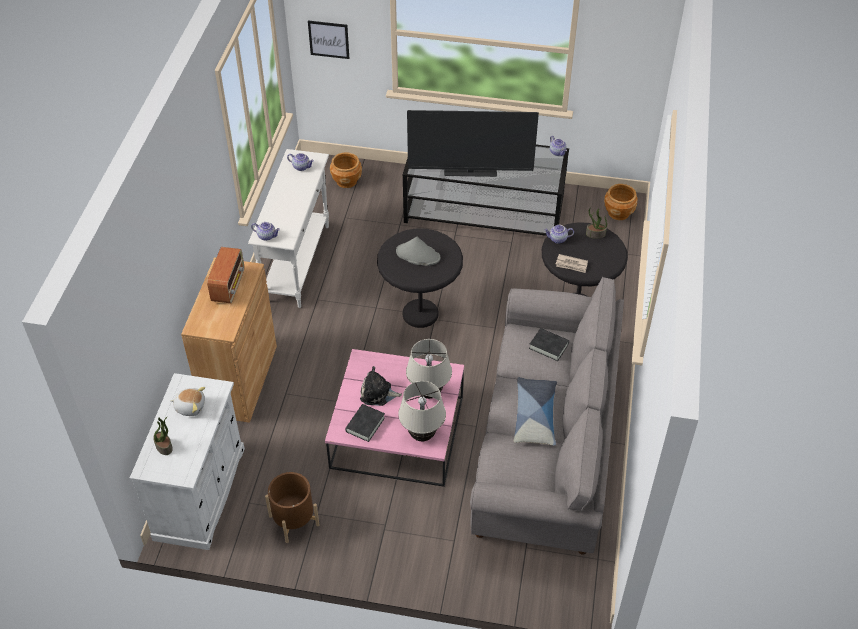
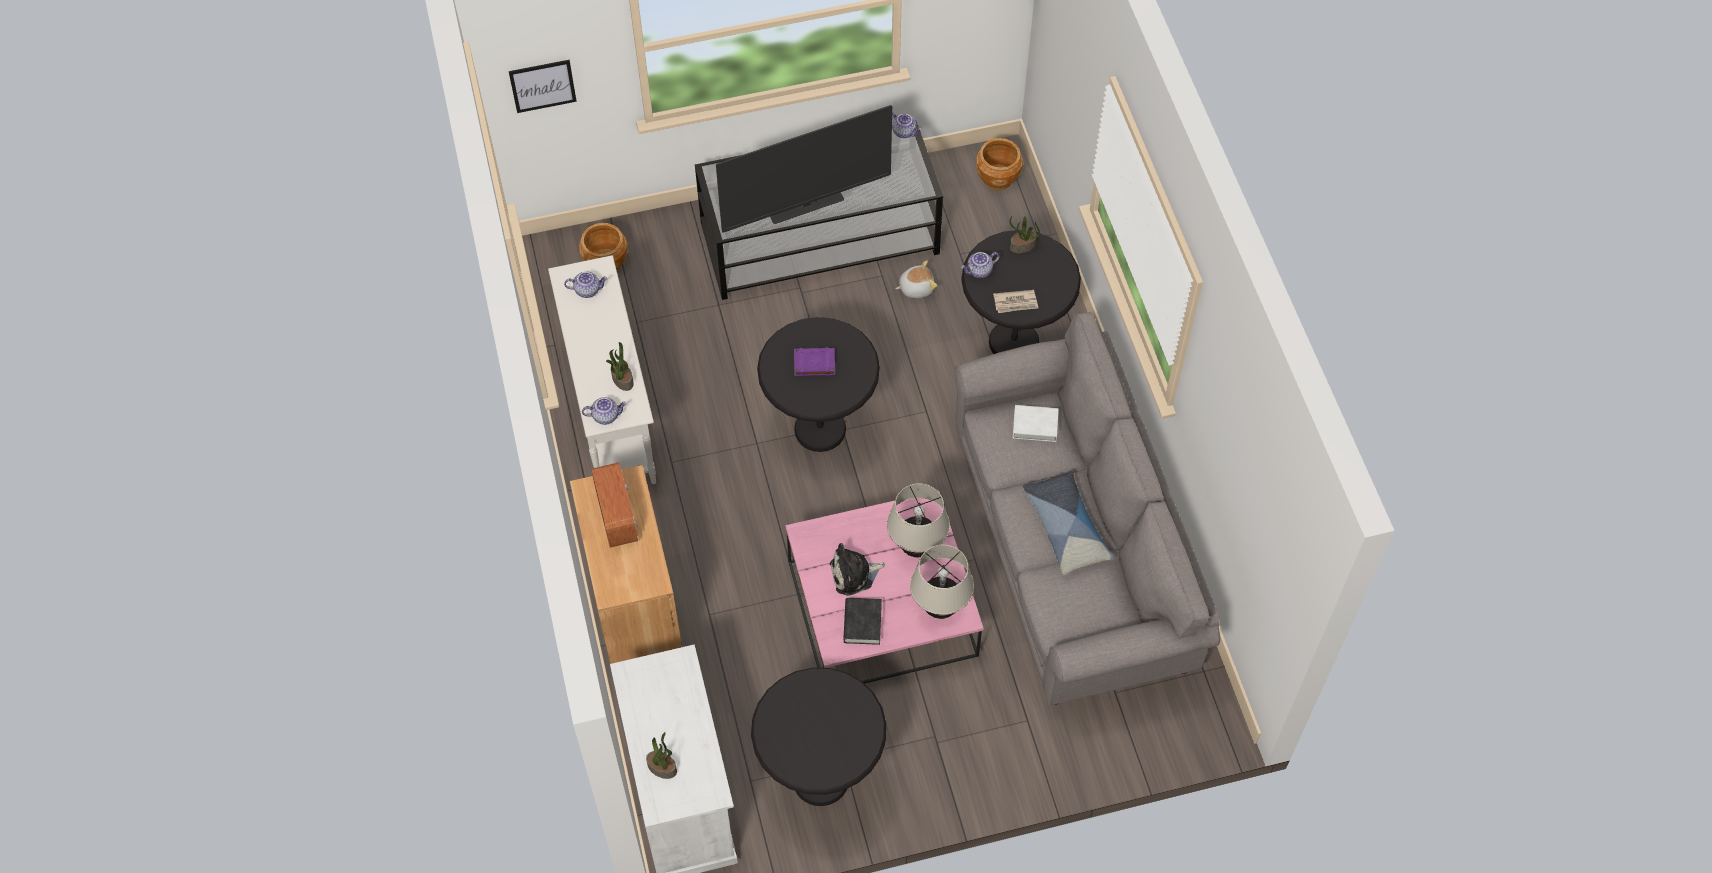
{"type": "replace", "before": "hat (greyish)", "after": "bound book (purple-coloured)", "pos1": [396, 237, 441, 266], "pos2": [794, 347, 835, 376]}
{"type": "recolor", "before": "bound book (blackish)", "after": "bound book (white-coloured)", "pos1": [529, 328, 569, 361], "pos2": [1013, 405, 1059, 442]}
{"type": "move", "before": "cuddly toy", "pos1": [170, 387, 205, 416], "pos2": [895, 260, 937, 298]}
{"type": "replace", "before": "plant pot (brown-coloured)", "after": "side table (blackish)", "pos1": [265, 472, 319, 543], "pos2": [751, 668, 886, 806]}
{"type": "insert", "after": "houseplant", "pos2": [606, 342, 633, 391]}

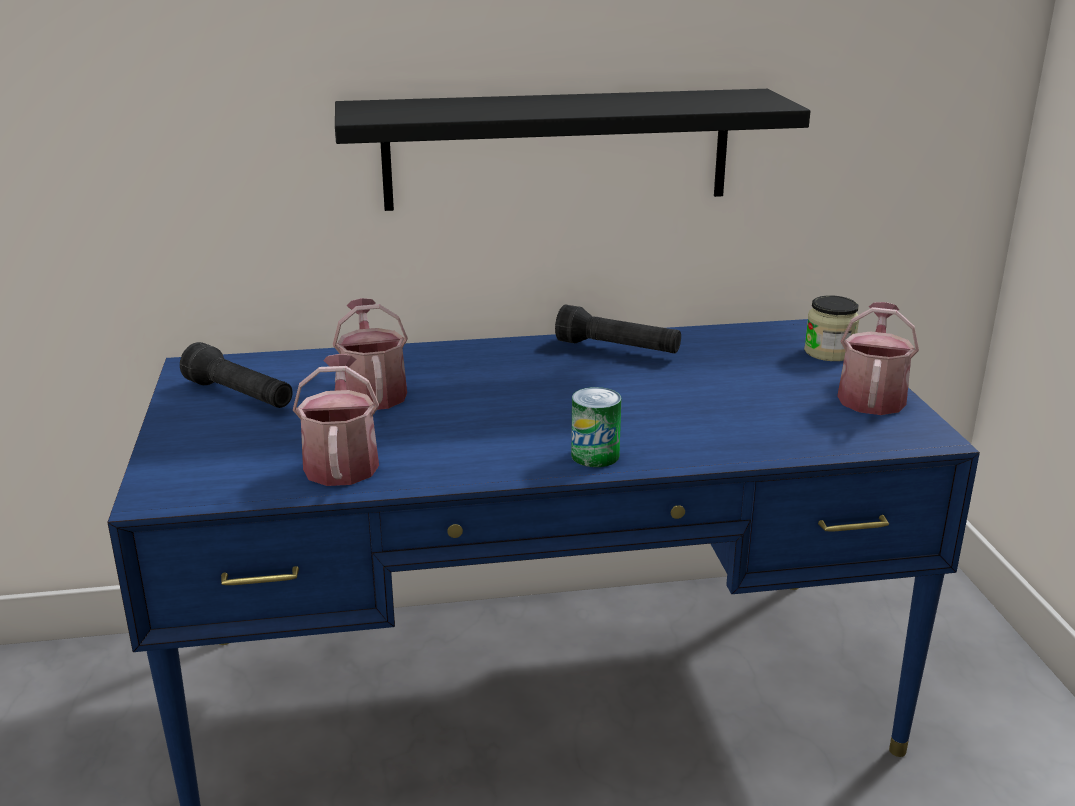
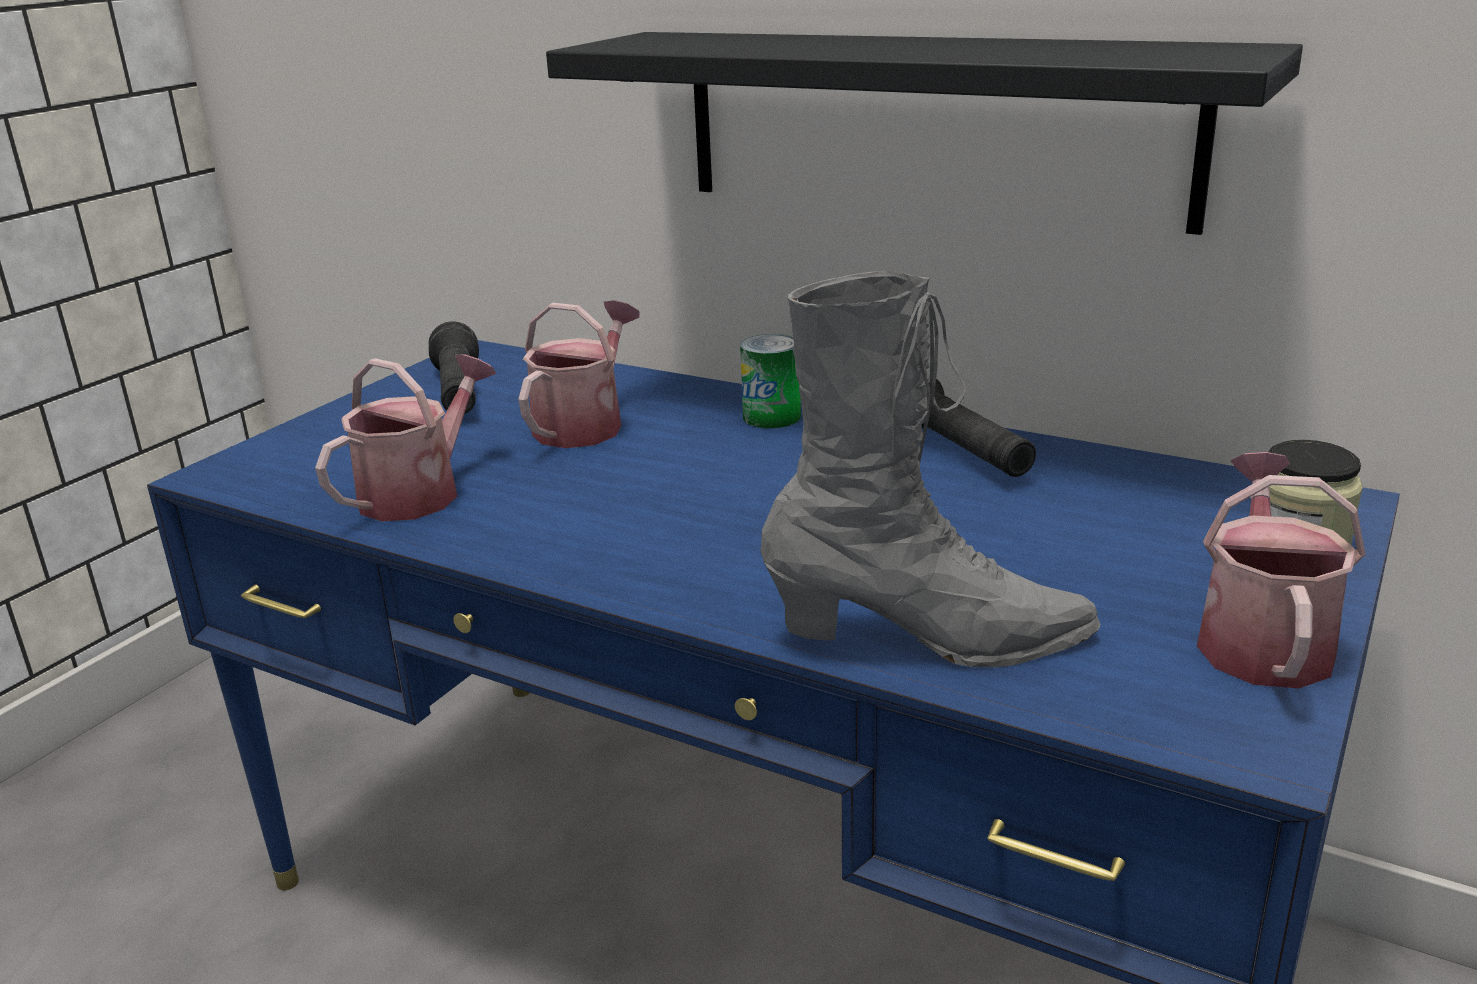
{"type": "rotate", "before": "watering can", "pos1": [837, 302, 919, 415], "pos2": [1197, 452, 1366, 688], "turn": -45}
{"type": "move", "before": "can", "pos1": [571, 387, 622, 467], "pos2": [740, 334, 801, 428]}
{"type": "insert", "after": "tall boot (greyish)", "pos2": [760, 271, 1101, 667]}

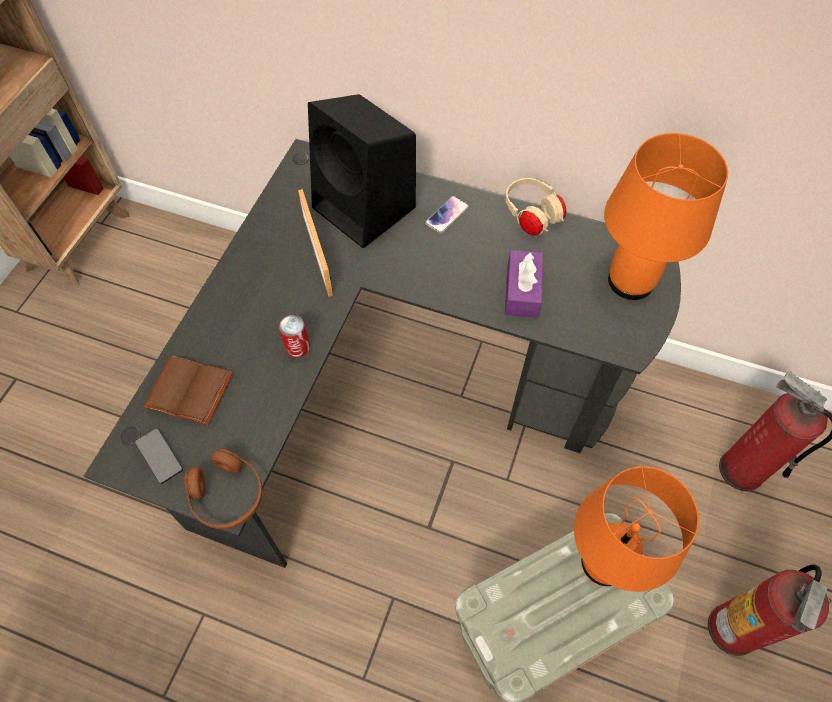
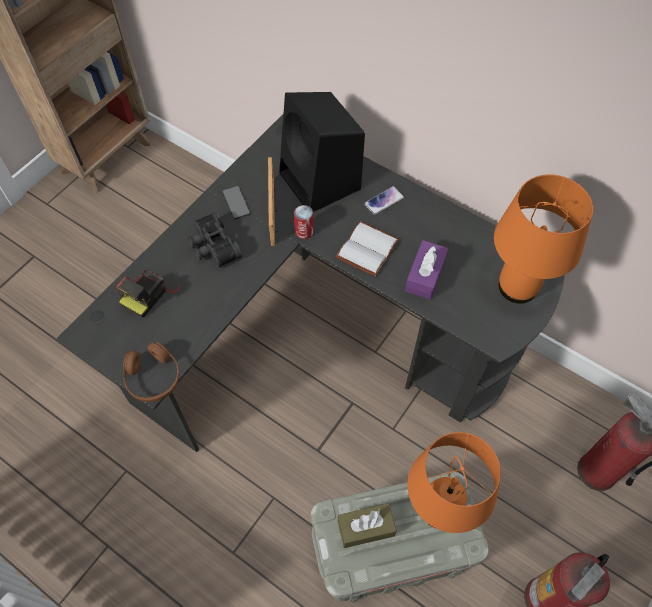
{"type": "delete", "before": "pair of headphones (beige)", "pos1": [505, 178, 566, 236]}
{"type": "move", "before": "can", "pos1": [279, 315, 310, 358], "pos2": [294, 205, 314, 239]}
{"type": "replace", "before": "bound book (brown-coloured)", "after": "still camera", "pos1": [144, 356, 233, 425], "pos2": [114, 270, 180, 318]}
{"type": "move", "before": "telephone", "pos1": [135, 428, 183, 484], "pos2": [222, 186, 250, 219]}
{"type": "insert", "after": "pair of binoculars (blackish)", "pos2": [187, 211, 242, 268]}
{"type": "insert", "after": "bound book (white-coloured)", "pos2": [336, 221, 400, 277]}
{"type": "insert", "after": "tissue box (brown-coloured)", "pos2": [338, 503, 397, 548]}

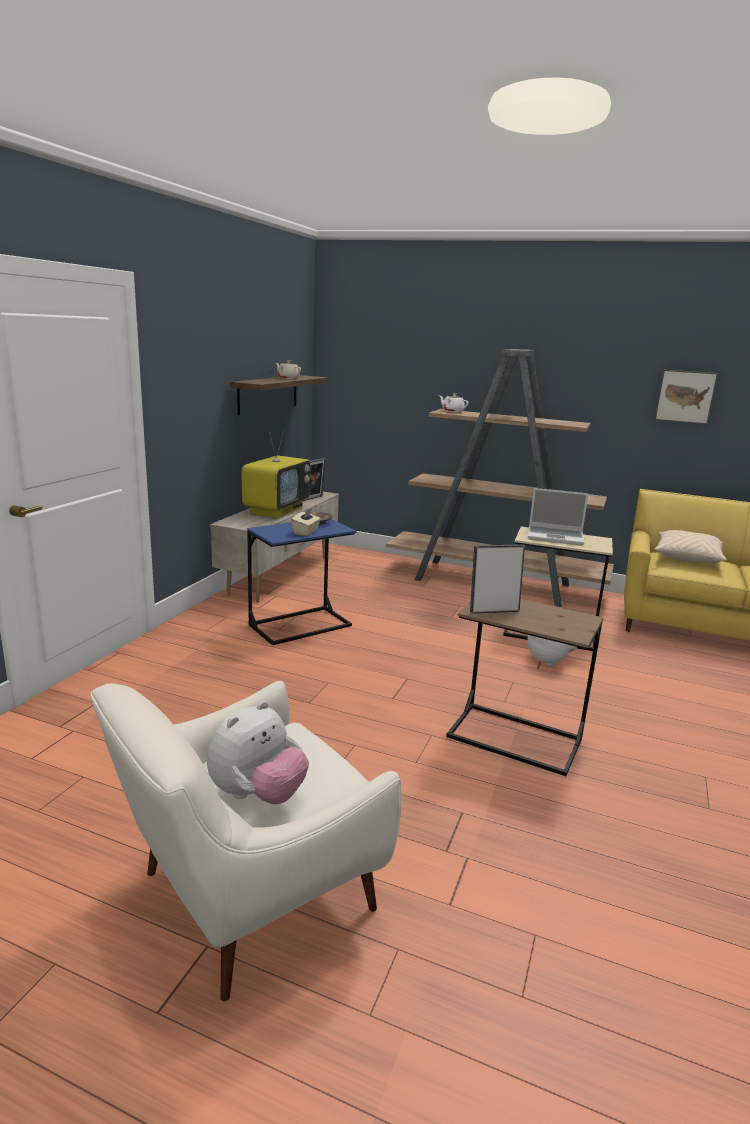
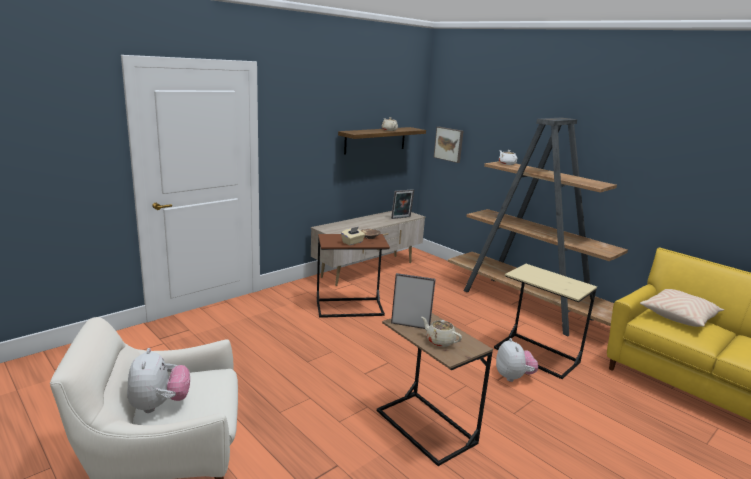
{"type": "move", "before": "wall picture", "pos1": [655, 370, 718, 424], "pos2": [434, 127, 463, 163]}
{"type": "delete", "before": "TV set", "pos1": [241, 430, 310, 518]}
{"type": "delete", "before": "portable computer", "pos1": [528, 488, 589, 546]}
{"type": "recolor", "before": "side table (blue-coloured)", "after": "side table (brown-coloured)", "pos1": [247, 519, 356, 645], "pos2": [317, 234, 390, 318]}
{"type": "rotate", "before": "cuddly toy", "pos1": [207, 701, 309, 804], "pos2": [127, 348, 190, 413], "turn": -75}
{"type": "insert", "after": "teapot (beige)", "pos2": [421, 317, 462, 347]}

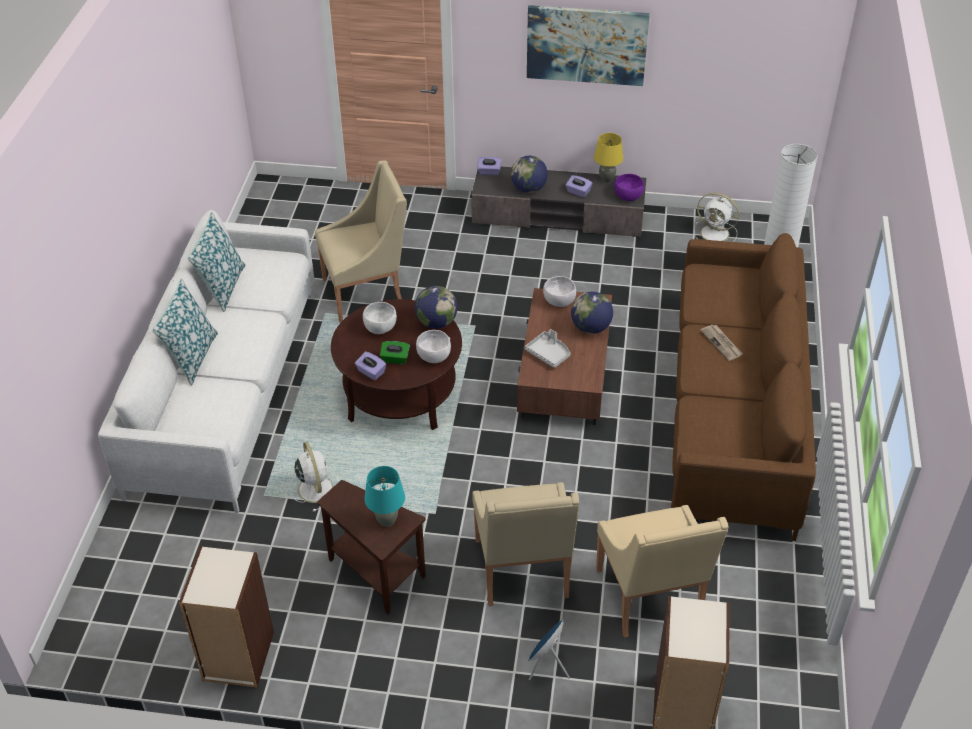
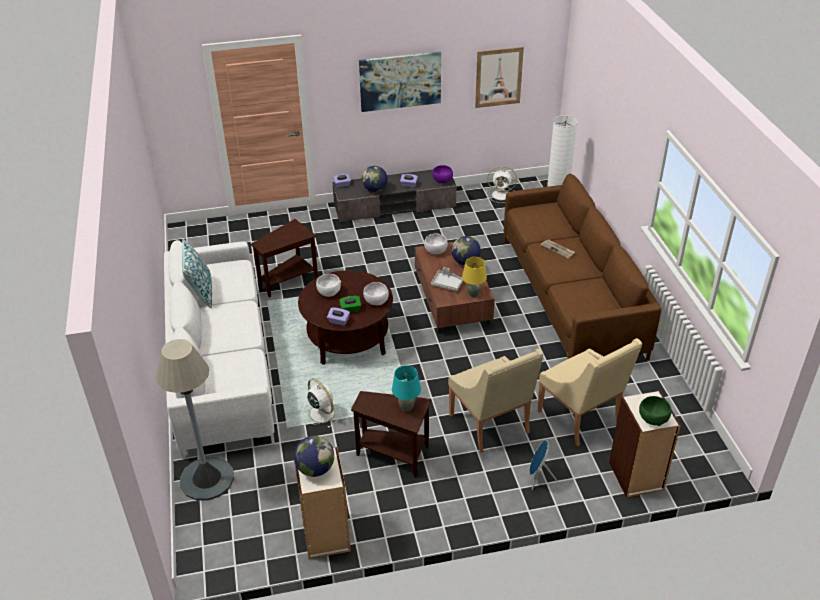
{"type": "move", "before": "table lamp (yellowish)", "pos1": [594, 133, 623, 183], "pos2": [462, 257, 487, 297]}
{"type": "replace", "before": "easy chair (beige)", "after": "side table (brown-coloured)", "pos1": [315, 160, 407, 322], "pos2": [251, 219, 318, 297]}
{"type": "delete", "before": "cushion", "pos1": [152, 278, 218, 385]}
{"type": "move", "before": "world globe", "pos1": [415, 286, 458, 329], "pos2": [294, 436, 334, 477]}
{"type": "insert", "after": "wall picture", "pos2": [475, 47, 524, 108]}
{"type": "insert", "after": "standing lamp (greyish)", "pos2": [156, 339, 234, 500]}
{"type": "insert", "after": "bowl (greenish)", "pos2": [639, 396, 672, 426]}

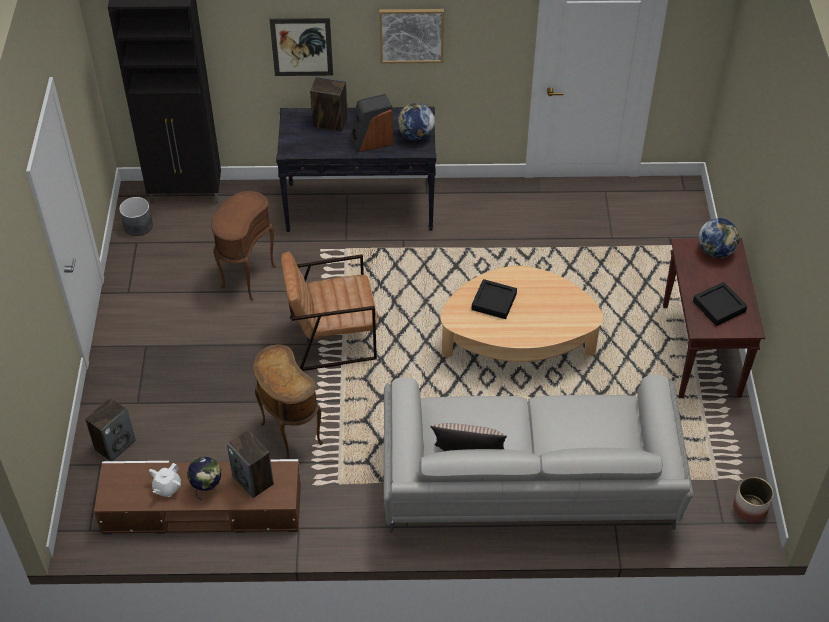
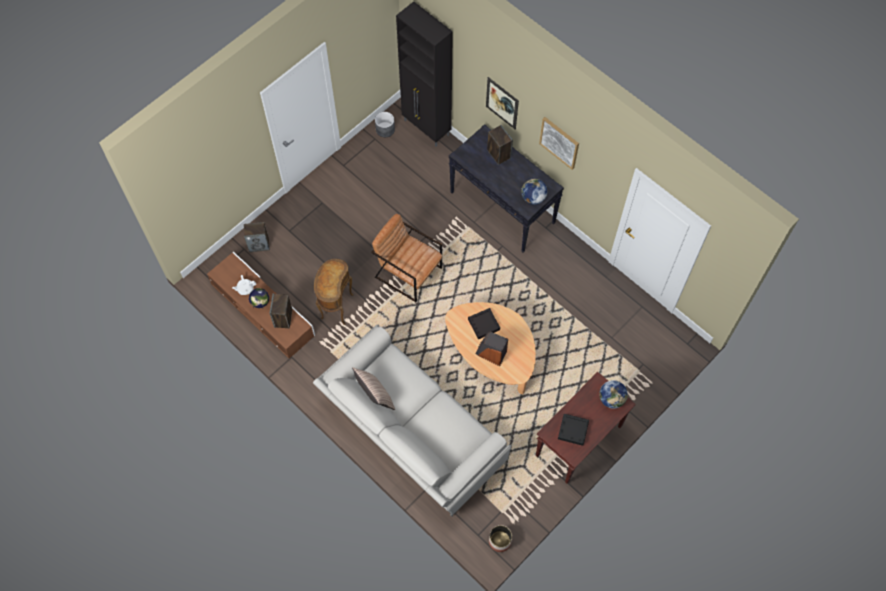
{"type": "move", "before": "loudspeaker", "pos1": [350, 94, 393, 153], "pos2": [476, 331, 508, 366]}
{"type": "delete", "before": "side table (brown-coloured)", "pos1": [211, 191, 276, 300]}

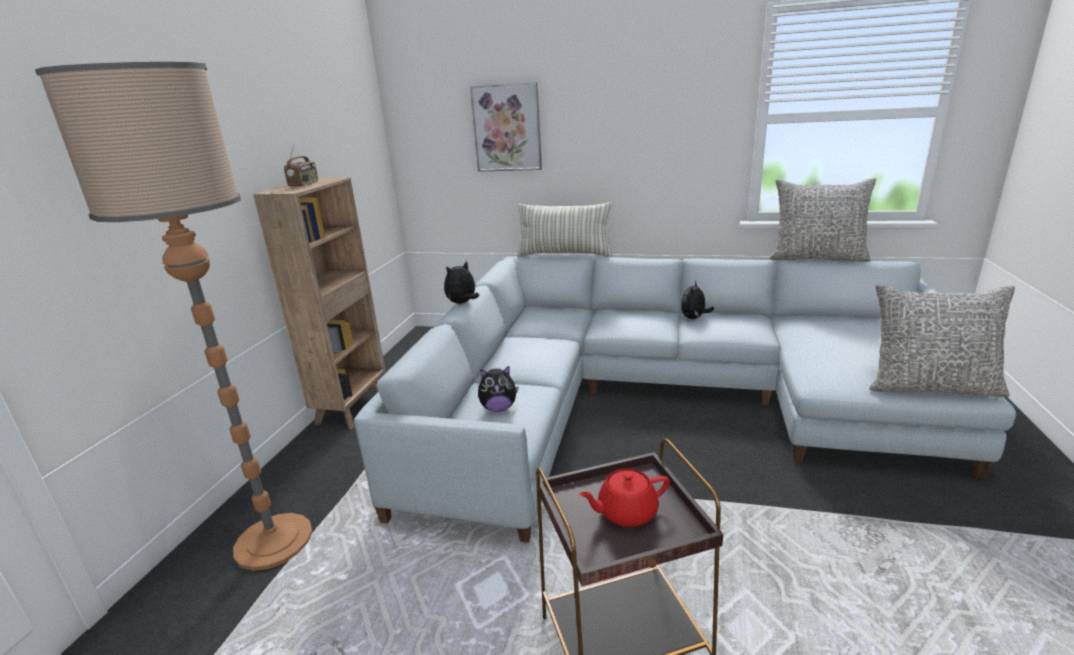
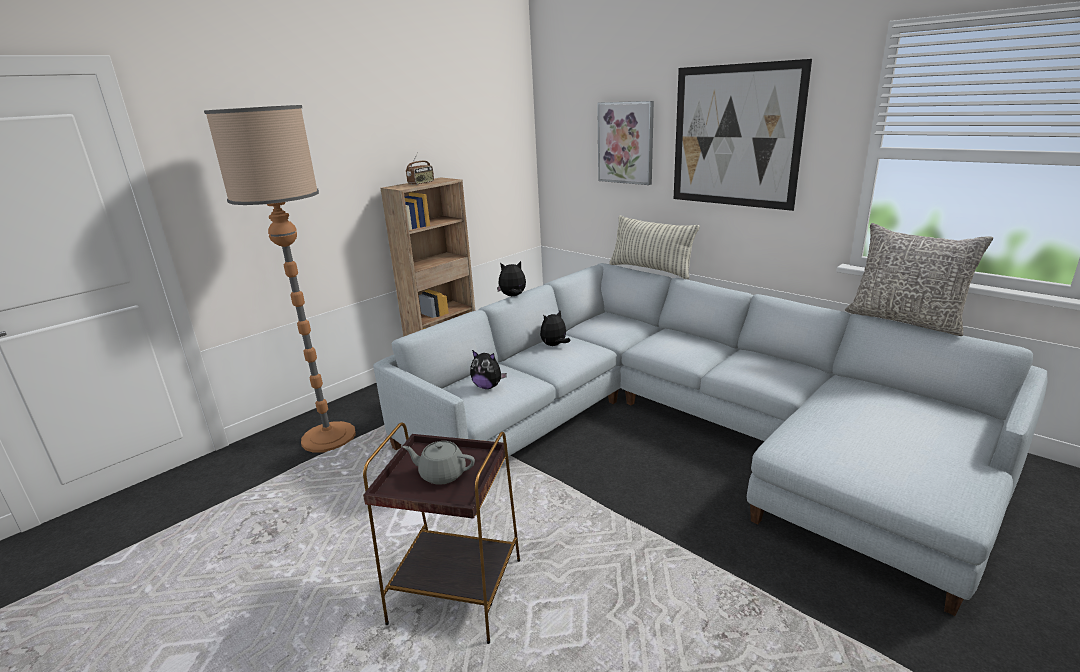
{"type": "move", "before": "cuddly toy", "pos1": [681, 281, 714, 319], "pos2": [540, 311, 570, 346]}
{"type": "delete", "before": "cushion (greyish)", "pos1": [869, 284, 1015, 397]}
{"type": "recolor", "before": "teapot (red-coloured)", "after": "teapot (greyish)", "pos1": [579, 469, 670, 527], "pos2": [403, 441, 475, 485]}
{"type": "insert", "after": "wall picture", "pos2": [674, 59, 812, 211]}

